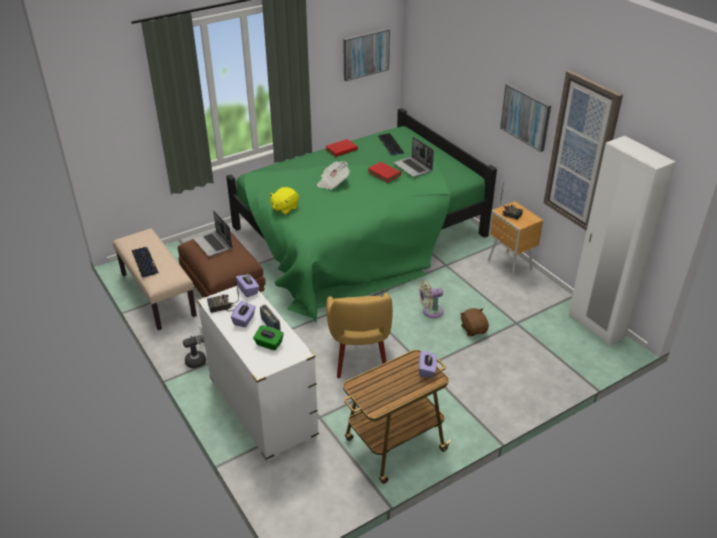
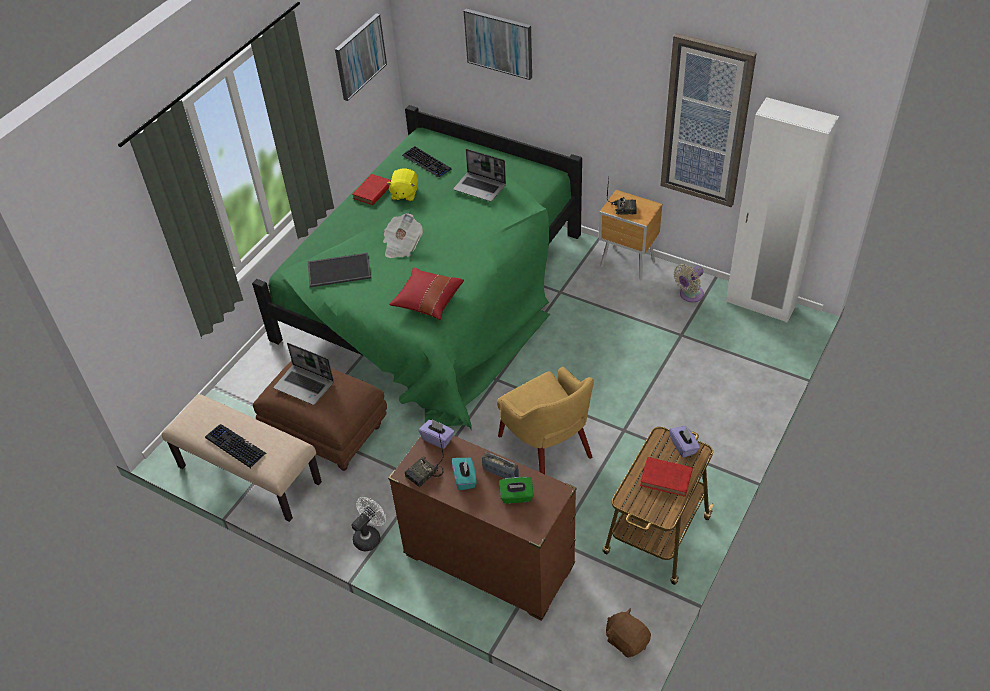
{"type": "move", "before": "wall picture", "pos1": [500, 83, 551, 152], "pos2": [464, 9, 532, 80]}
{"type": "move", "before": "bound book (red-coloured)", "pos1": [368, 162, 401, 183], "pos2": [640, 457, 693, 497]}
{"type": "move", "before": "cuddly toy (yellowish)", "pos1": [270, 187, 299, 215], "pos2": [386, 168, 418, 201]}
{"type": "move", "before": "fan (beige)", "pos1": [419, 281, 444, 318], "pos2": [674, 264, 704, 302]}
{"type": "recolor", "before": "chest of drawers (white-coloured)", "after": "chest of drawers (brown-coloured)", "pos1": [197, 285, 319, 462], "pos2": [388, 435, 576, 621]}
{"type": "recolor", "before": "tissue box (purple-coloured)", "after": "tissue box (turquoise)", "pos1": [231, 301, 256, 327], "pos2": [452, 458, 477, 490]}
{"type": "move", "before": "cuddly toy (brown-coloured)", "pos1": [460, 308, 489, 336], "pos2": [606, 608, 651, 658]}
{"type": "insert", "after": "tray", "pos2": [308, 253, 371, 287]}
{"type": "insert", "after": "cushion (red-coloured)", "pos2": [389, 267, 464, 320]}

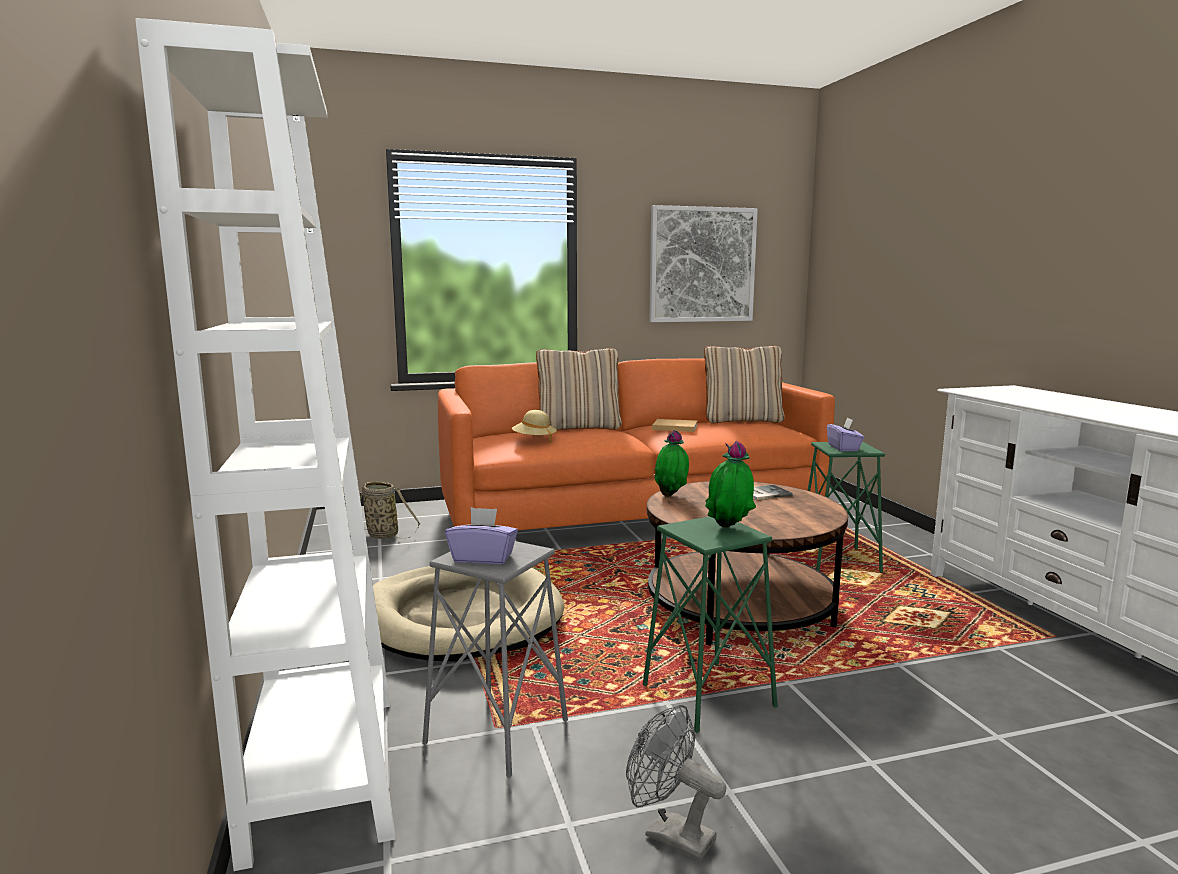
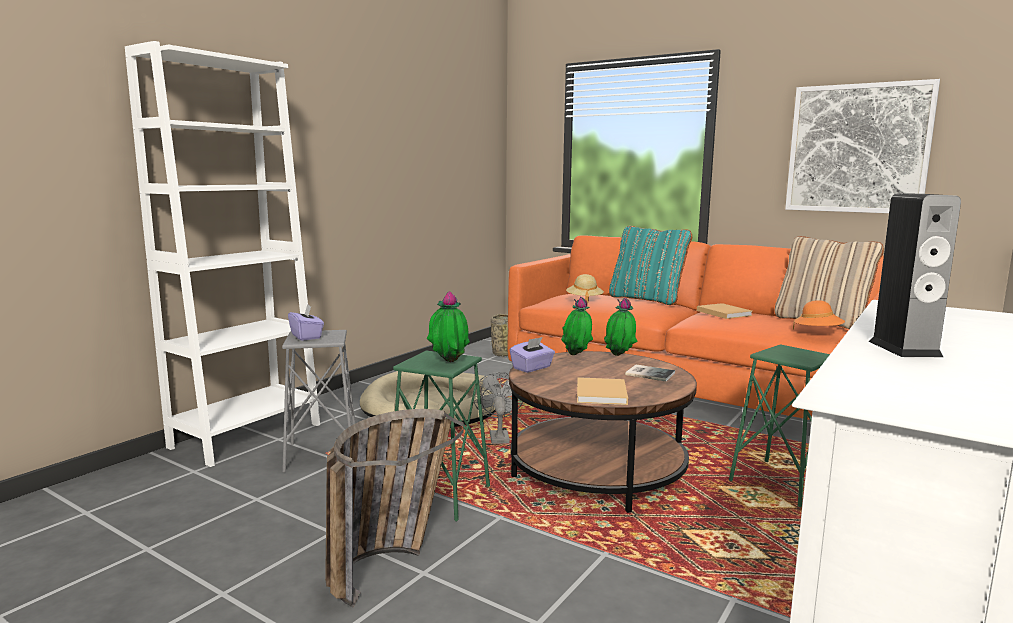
{"type": "recolor", "before": "cushion (beige)", "after": "cushion (turquoise)", "pos1": [536, 348, 622, 430], "pos2": [609, 226, 692, 305]}
{"type": "move", "before": "tissue box (purple-coloured)", "pos1": [827, 417, 864, 451], "pos2": [510, 337, 555, 373]}
{"type": "move", "before": "fan (greyish)", "pos1": [626, 705, 726, 861], "pos2": [473, 372, 523, 444]}
{"type": "insert", "after": "loudspeaker", "pos2": [868, 193, 961, 357]}
{"type": "insert", "after": "houseplant", "pos2": [604, 298, 638, 356]}
{"type": "insert", "after": "hat (orange-coloured)", "pos2": [793, 300, 845, 329]}
{"type": "insert", "after": "bound book (beige)", "pos2": [577, 377, 628, 405]}
{"type": "insert", "after": "storage basket", "pos2": [325, 409, 464, 607]}

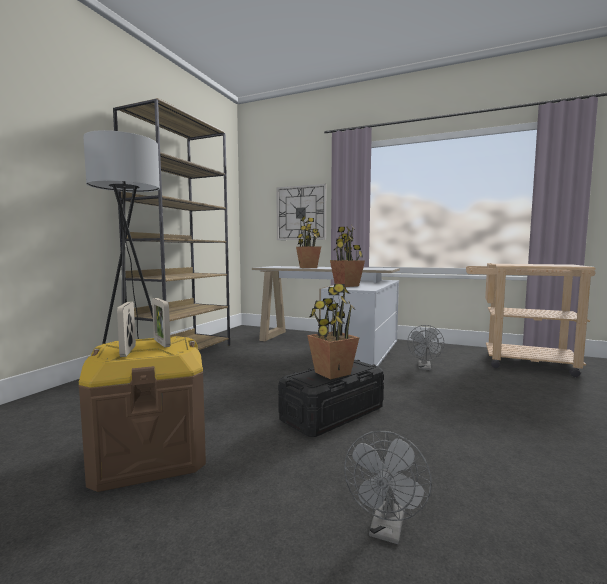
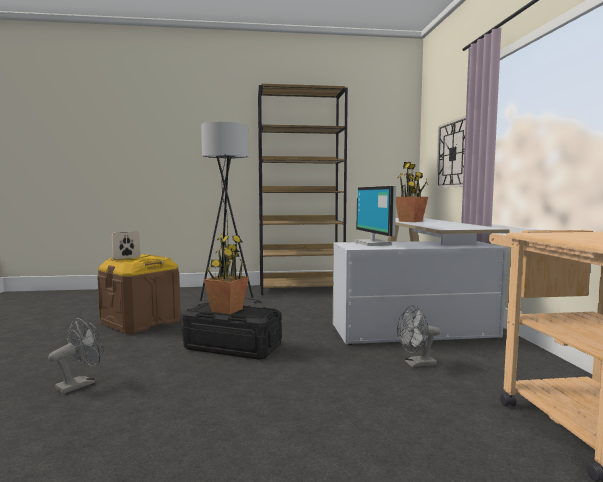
{"type": "replace", "before": "houseplant", "after": "computer screen", "pos1": [330, 225, 365, 287], "pos2": [354, 186, 396, 246]}
{"type": "delete", "before": "picture frame", "pos1": [152, 298, 171, 347]}
{"type": "rotate", "before": "fan (greyish)", "pos1": [344, 431, 432, 544], "pos2": [48, 318, 104, 394], "turn": 135}

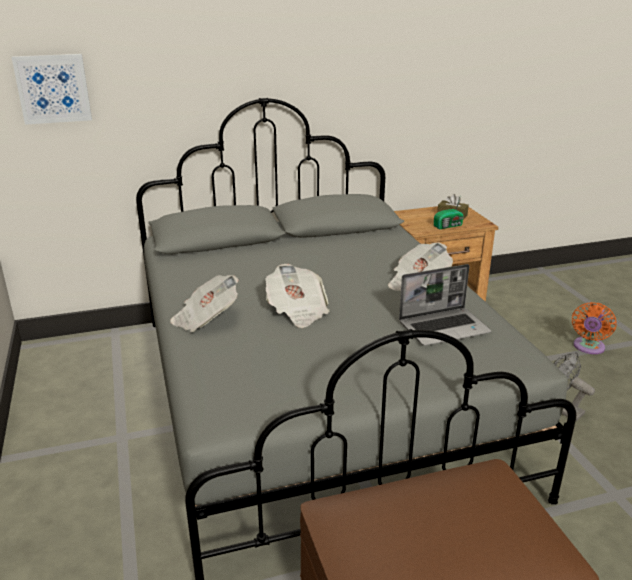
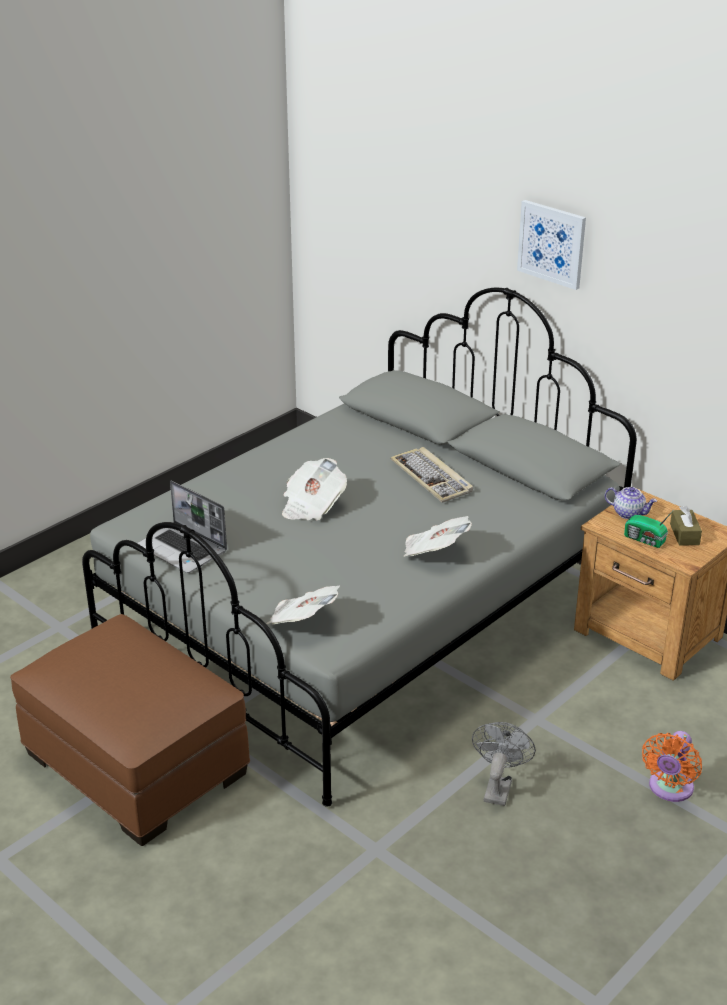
{"type": "move", "before": "wall picture", "pos1": [11, 54, 92, 125], "pos2": [517, 200, 586, 290]}
{"type": "move", "before": "portable computer", "pos1": [399, 264, 492, 346], "pos2": [137, 481, 227, 573]}
{"type": "move", "before": "printed paper", "pos1": [170, 275, 239, 332], "pos2": [267, 586, 340, 624]}
{"type": "rotate", "before": "fan (orange-coloured)", "pos1": [572, 302, 617, 354], "pos2": [642, 731, 702, 802], "turn": -60}
{"type": "insert", "after": "keyboard", "pos2": [391, 447, 473, 503]}
{"type": "insert", "after": "teapot", "pos2": [605, 487, 657, 519]}

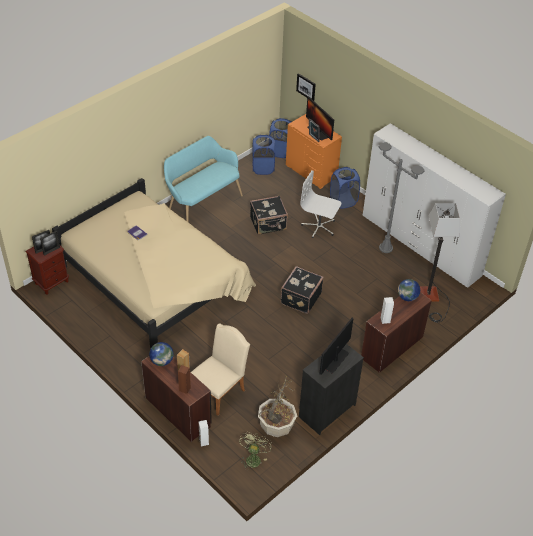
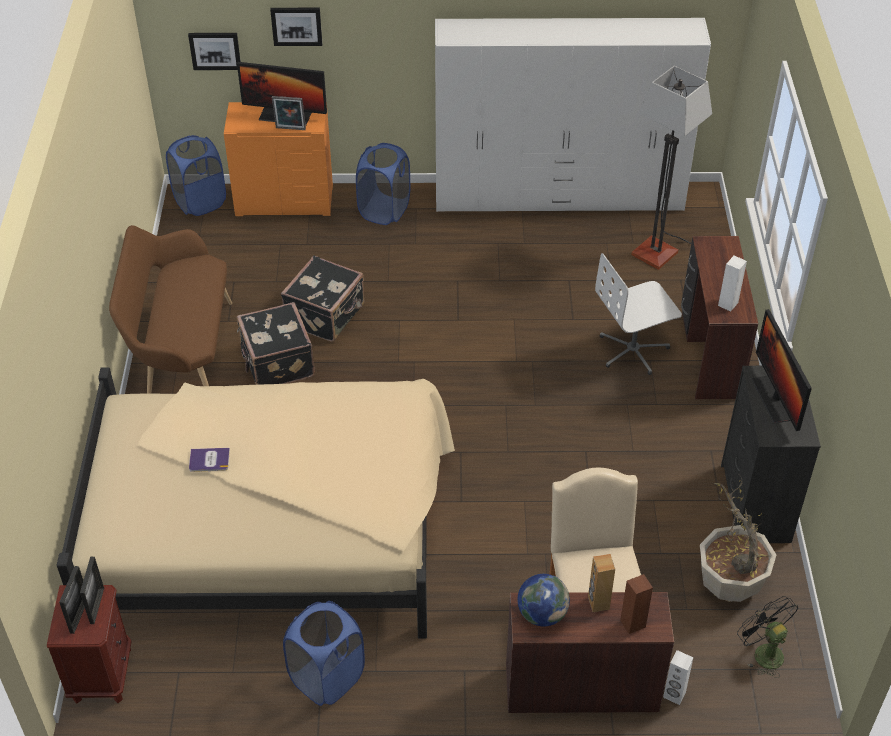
{"type": "move", "before": "laundry basket (blue-coloured)", "pos1": [252, 135, 275, 175], "pos2": [283, 601, 365, 706]}
{"type": "recolor", "before": "long seat (turquoise)", "after": "long seat (brown-coloured)", "pos1": [164, 136, 243, 222], "pos2": [109, 225, 232, 394]}
{"type": "delete", "before": "standing lamp (greyish)", "pos1": [379, 142, 425, 253]}
{"type": "move", "before": "computer chair (white-coloured)", "pos1": [300, 170, 341, 238], "pos2": [595, 253, 682, 375]}
{"type": "move", "before": "travel case (blackish)", "pos1": [280, 266, 324, 314], "pos2": [237, 302, 315, 385]}
{"type": "delete", "before": "world globe", "pos1": [398, 279, 420, 301]}
{"type": "recolor", "before": "fan (greenish)", "after": "fan (blackish)", "pos1": [239, 432, 272, 470], "pos2": [737, 596, 798, 678]}
{"type": "insert", "after": "wall picture", "pos2": [270, 8, 322, 46]}

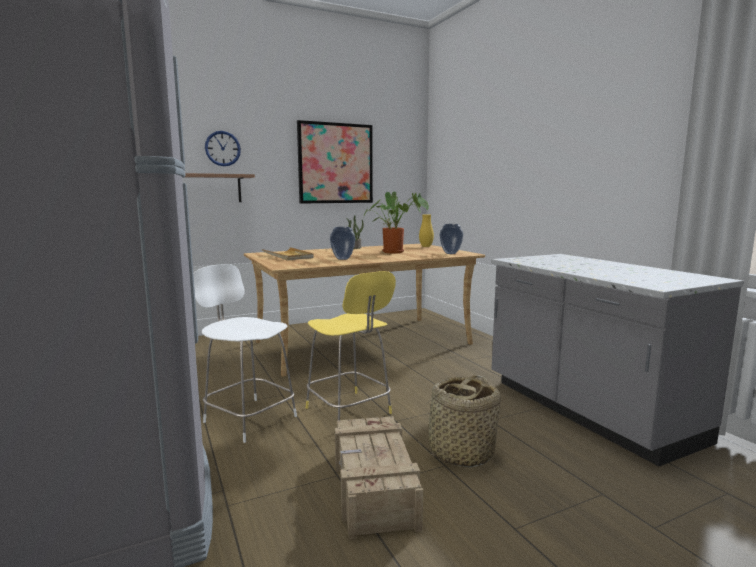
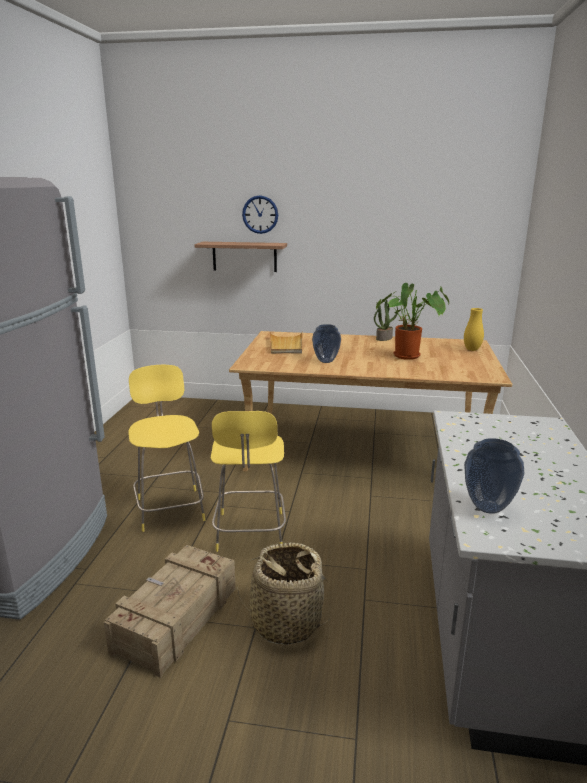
{"type": "delete", "before": "wall picture", "pos1": [297, 120, 373, 203]}
{"type": "move", "before": "vase", "pos1": [440, 224, 463, 254], "pos2": [464, 438, 524, 514]}
{"type": "recolor", "before": "stool seat (white-coloured)", "after": "stool seat (yellowish)", "pos1": [193, 264, 297, 443], "pos2": [128, 365, 205, 532]}

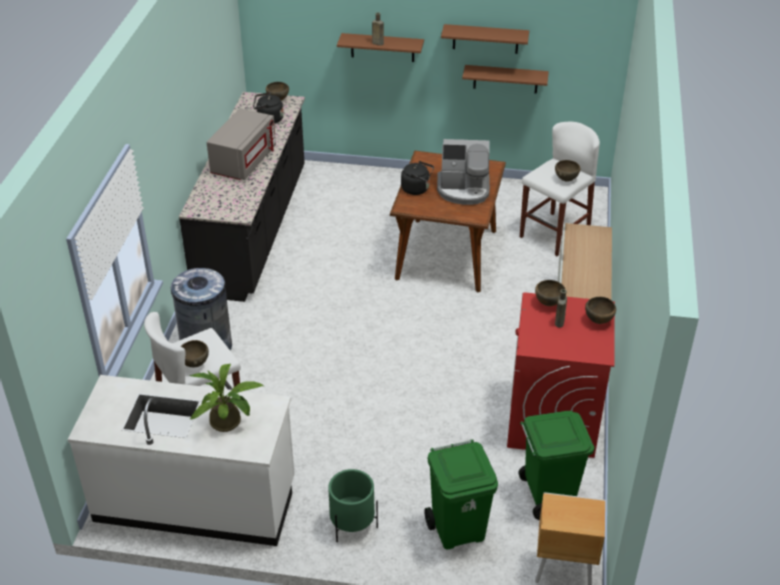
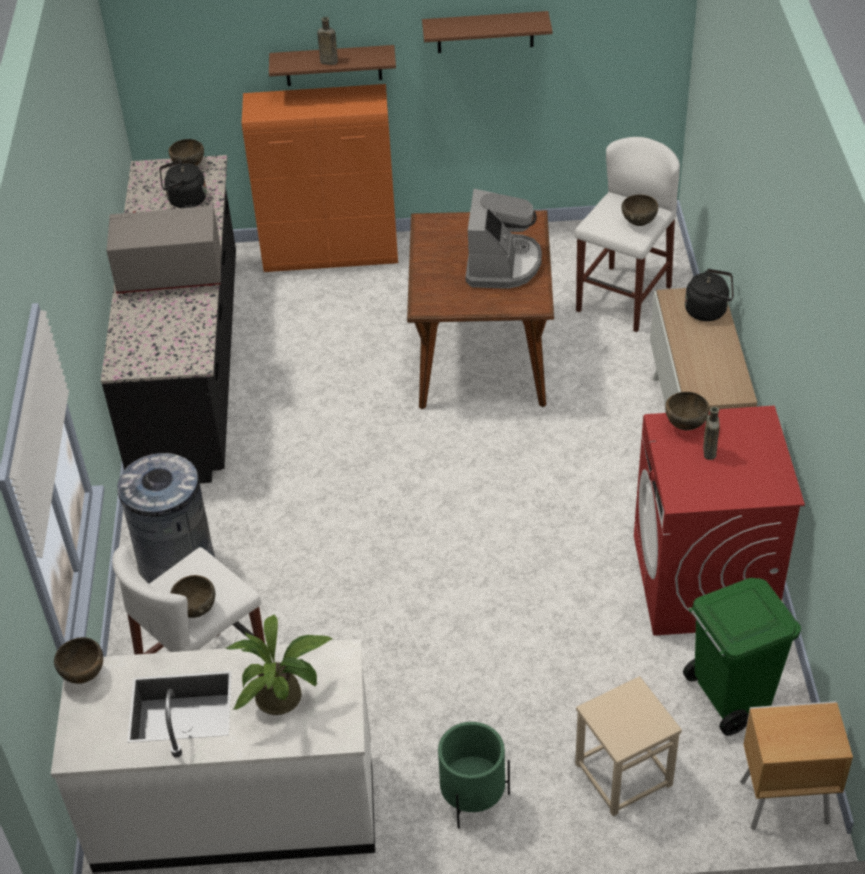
{"type": "delete", "before": "bracket shelf (brown-coloured)", "pos1": [462, 65, 549, 94]}
{"type": "rotate", "before": "microwave (greyish)", "pos1": [207, 108, 276, 180], "pos2": [107, 206, 221, 294], "turn": -105}
{"type": "rotate", "before": "coffee brewer", "pos1": [437, 139, 490, 205], "pos2": [466, 189, 542, 289], "turn": -75}
{"type": "move", "before": "tea kettle (blackish)", "pos1": [401, 161, 434, 195], "pos2": [685, 269, 734, 321]}
{"type": "move", "before": "bowl (brown-coloured)", "pos1": [585, 297, 616, 324], "pos2": [54, 637, 103, 684]}
{"type": "replace", "before": "waste bin (greenish)", "after": "stool seat (beige)", "pos1": [424, 439, 498, 550], "pos2": [575, 676, 682, 816]}
{"type": "insert", "after": "cabinet (orange-coloured)", "pos2": [242, 84, 398, 272]}

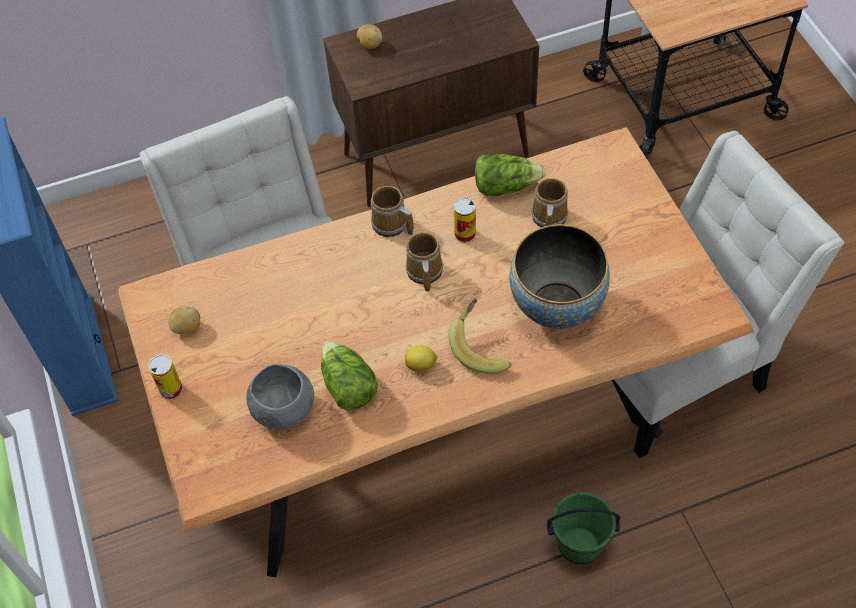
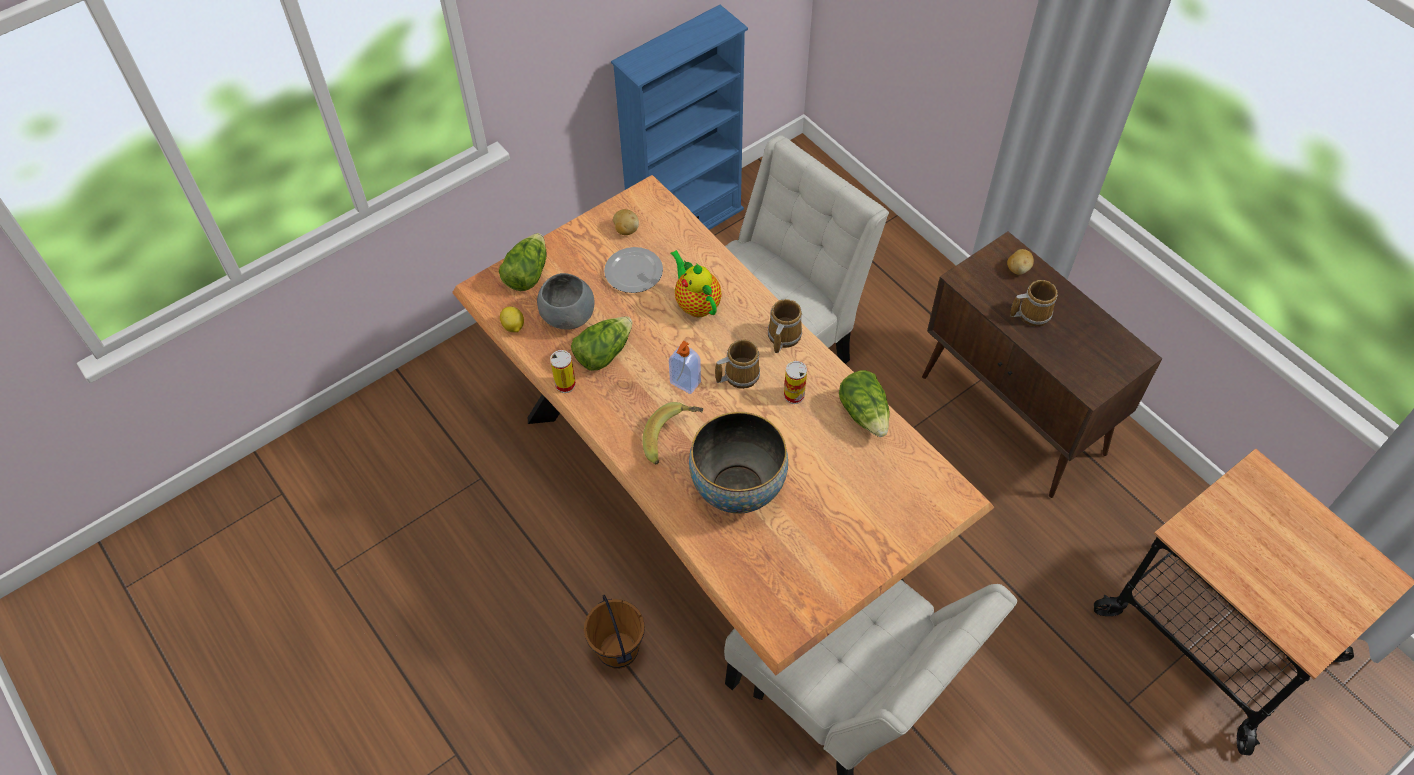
{"type": "move", "before": "tea mug", "pos1": [531, 178, 568, 227], "pos2": [1010, 280, 1058, 327]}
{"type": "move", "before": "citrus fruit", "pos1": [405, 346, 438, 372], "pos2": [500, 306, 524, 332]}
{"type": "move", "before": "can", "pos1": [148, 354, 183, 400], "pos2": [550, 350, 576, 393]}
{"type": "recolor", "before": "water bucket (greenish)", "after": "water bucket (brown-coloured)", "pos1": [547, 492, 621, 565], "pos2": [584, 595, 645, 669]}
{"type": "insert", "after": "head of lettuce", "pos2": [499, 233, 546, 291]}
{"type": "insert", "after": "plate", "pos2": [604, 247, 663, 293]}
{"type": "insert", "after": "teapot", "pos2": [670, 250, 722, 317]}
{"type": "insert", "after": "soap dispenser", "pos2": [669, 341, 701, 394]}

